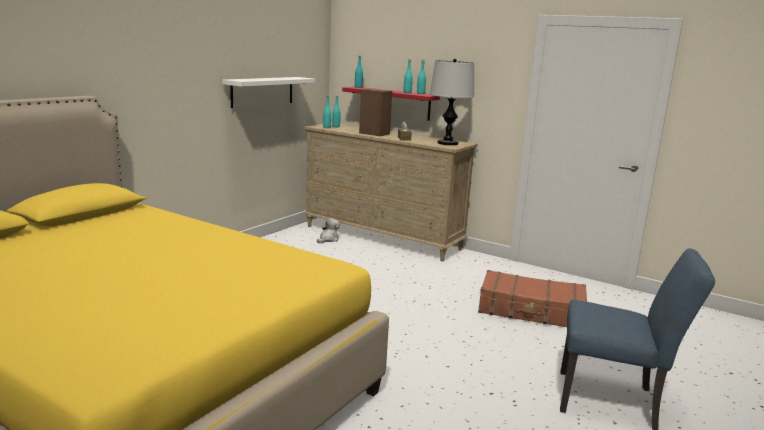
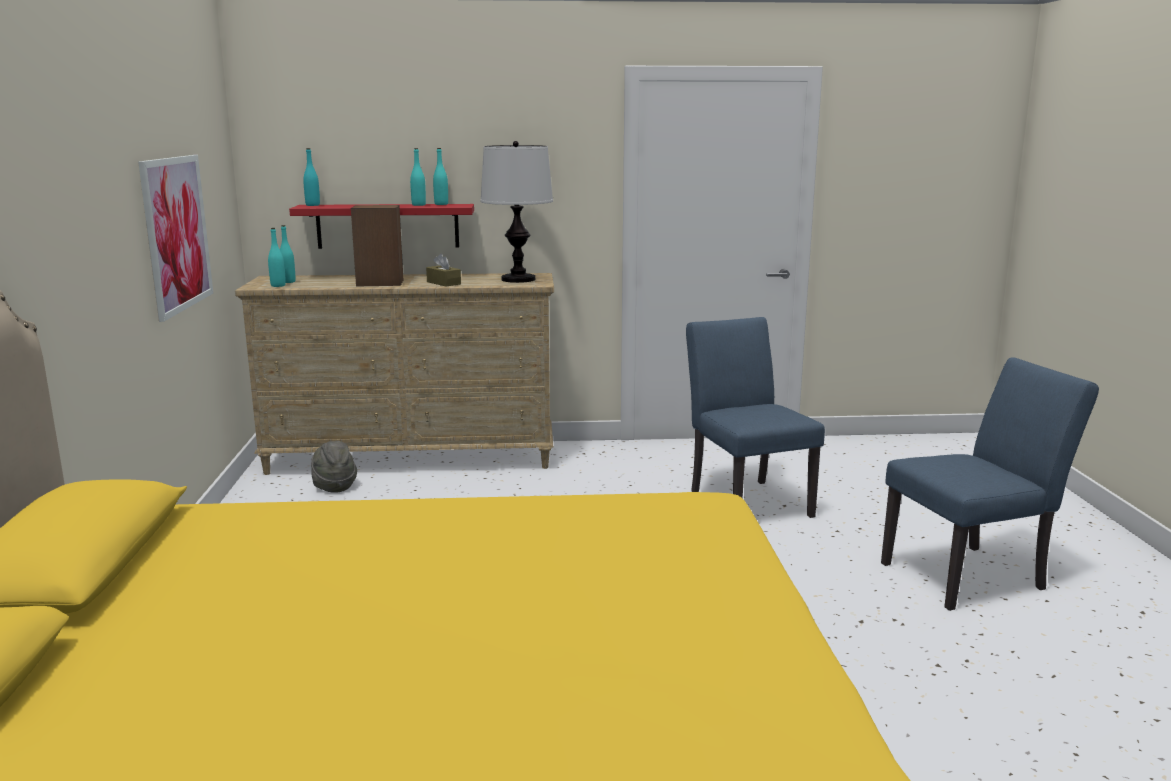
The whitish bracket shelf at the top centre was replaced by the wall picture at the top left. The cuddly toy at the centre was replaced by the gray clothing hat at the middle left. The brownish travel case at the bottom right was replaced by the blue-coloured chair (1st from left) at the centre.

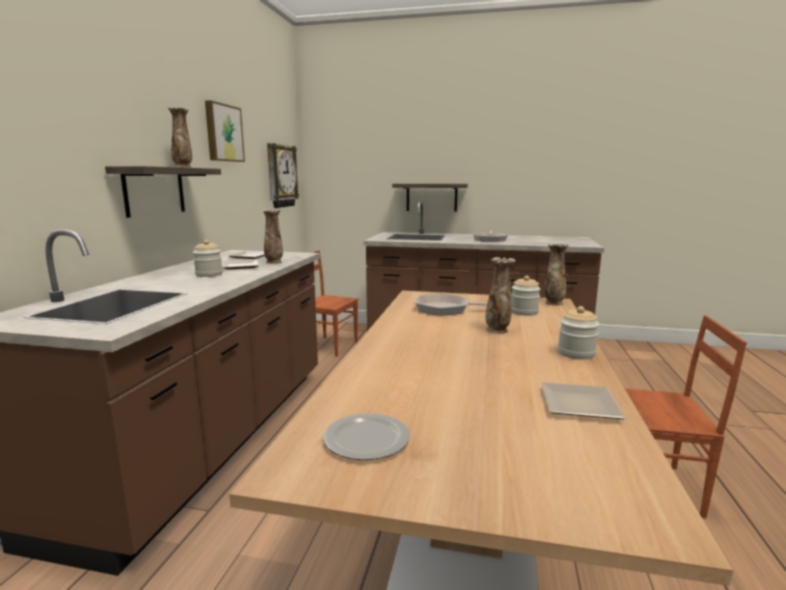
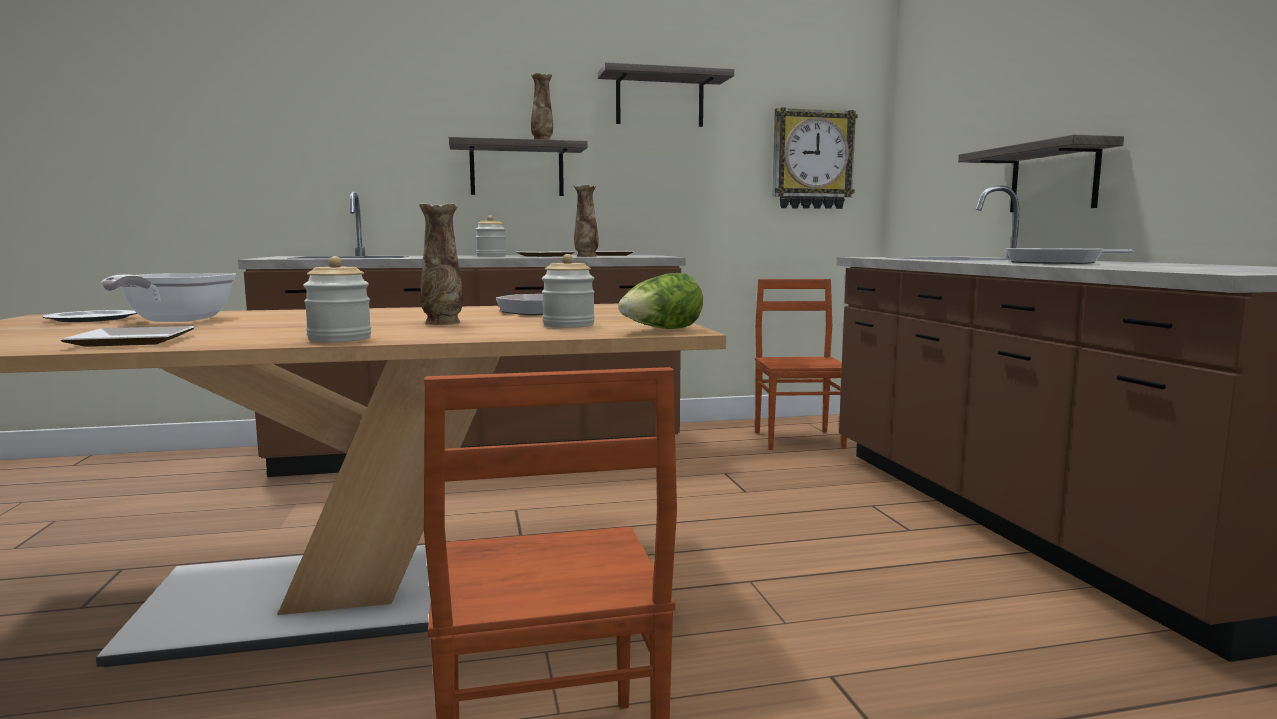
The wall picture at the top left was replaced by the bracket shelf (2nd from left) at the top centre. The flower vase (4th from left) at the middle right was replaced by the lettuce head at the centre. The skillet (1st from left) at the middle left appeared.

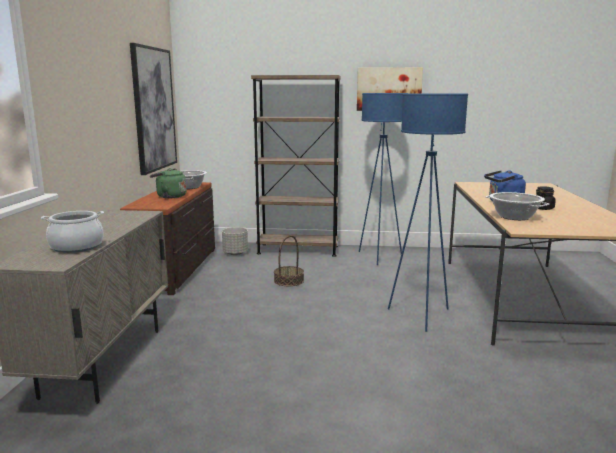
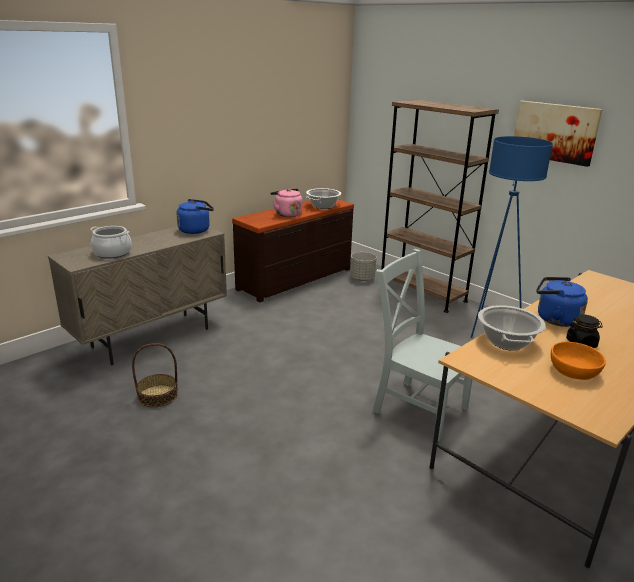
The wall picture (1st from left) at the top left disappeared. The blue-coloured standard lamp (2nd from left) at the middle right was replaced by the gray chair at the centre. The green kettle at the middle left became the pink-coloured kettle at the centre. The basket moved from the centre to the middle left. The blue-coloured kettle (1st from left) at the middle left appeared. The orangey serving bowl at the middle right appeared.

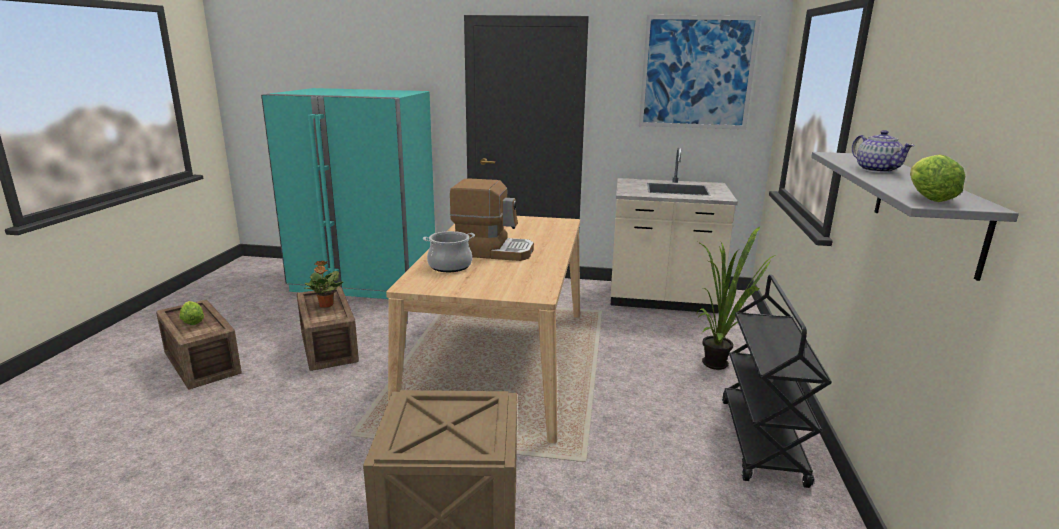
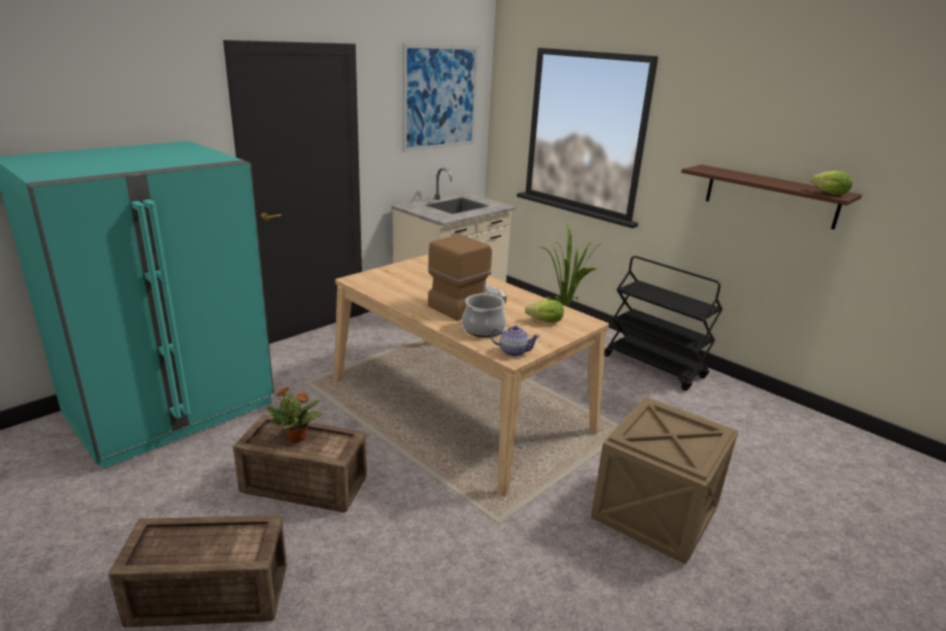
The pot for tea moved from the top right to the centre. The gray bracket shelf at the middle right became the brownish bracket shelf at the top right. The lettuce head (1st from left) moved from the middle left to the centre.

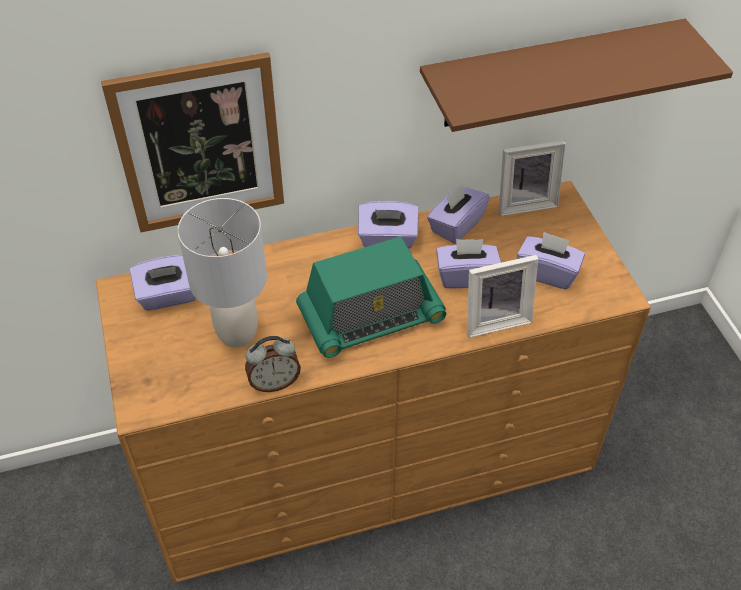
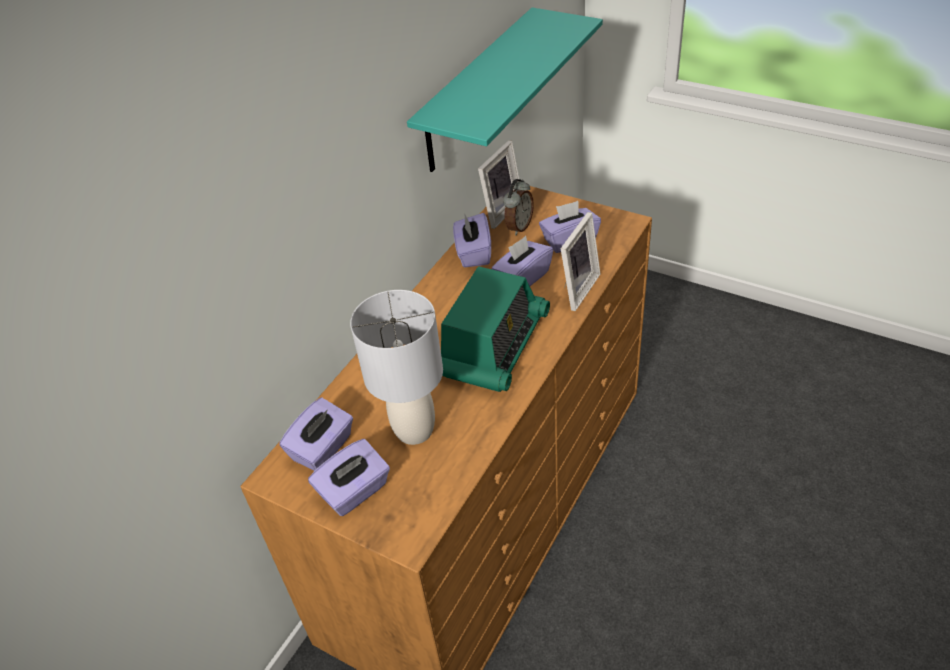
The brownish bracket shelf at the top right became the turquoise-coloured bracket shelf at the top centre. The wall picture at the top left disappeared. The purple-coloured box of tissues (2nd from left) moved from the centre to the bottom centre. The bedside clock moved from the centre to the top centre.

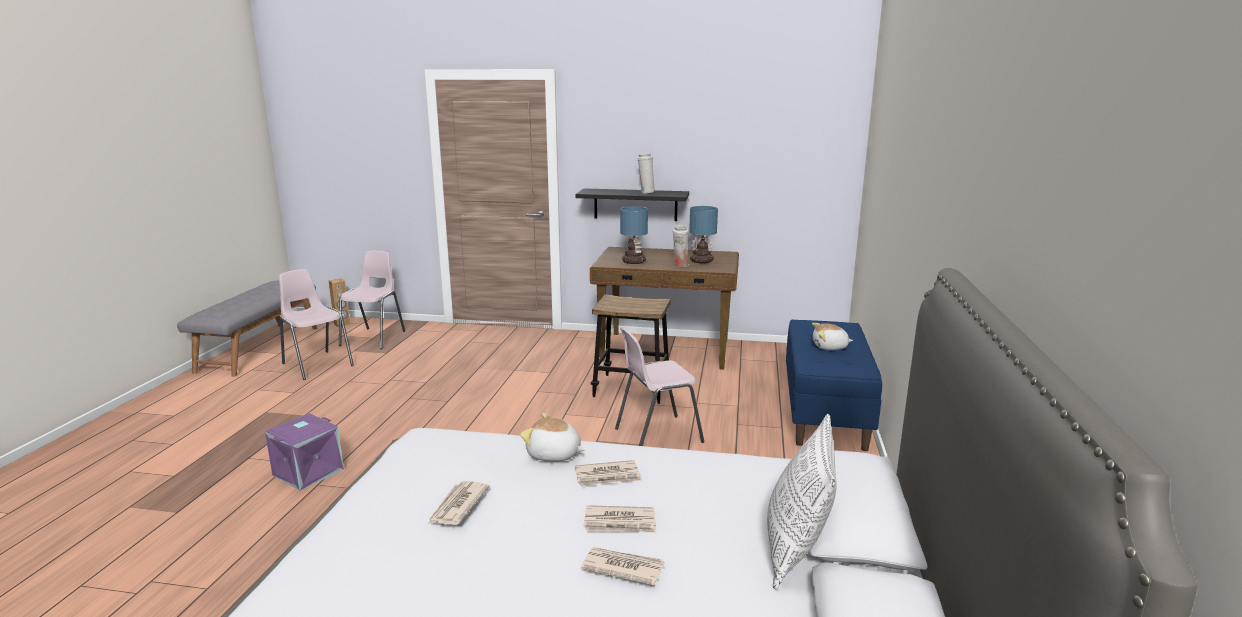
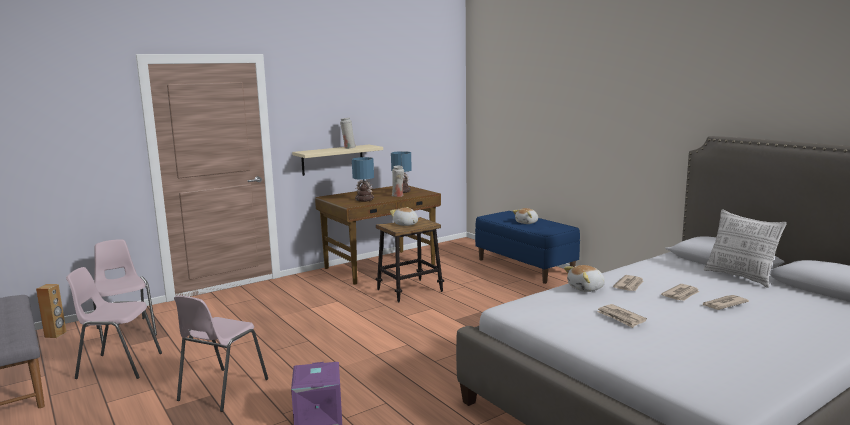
The black bracket shelf at the top centre became the beige bracket shelf at the centre. The pink-coloured chair (3rd from left) moved from the centre to the bottom left. The cuddly toy (1st from left) at the centre appeared.

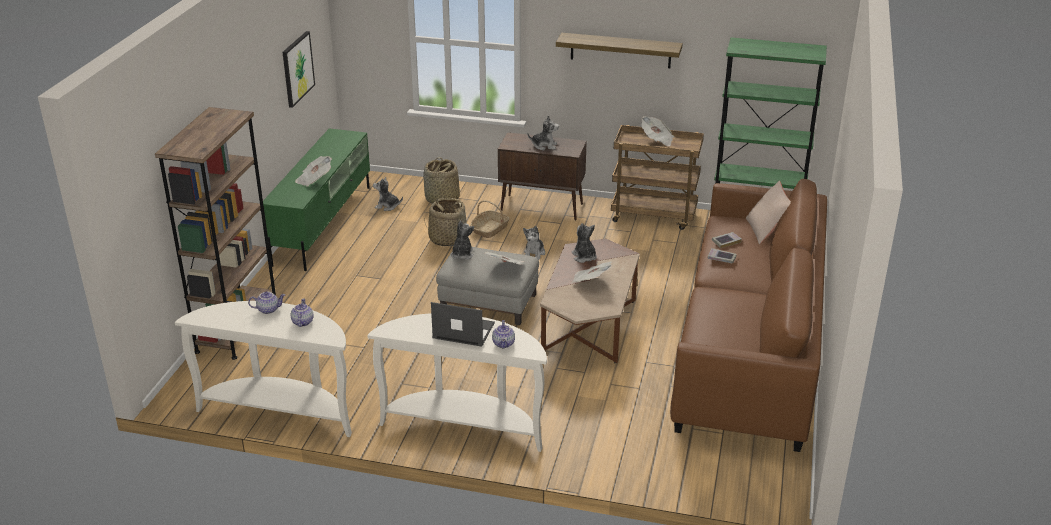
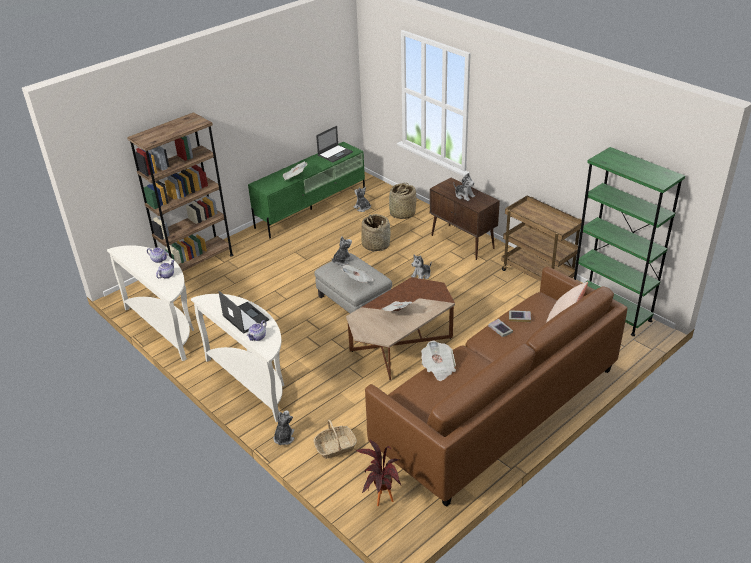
The wall picture at the top left disappeared. The bracket shelf at the top centre disappeared. The daily paper (4th from left) moved from the top centre to the centre. The basket (3rd from left in the first image) moved from the centre to the bottom centre. The cuddly toy (5th from left in the first image) moved from the centre to the bottom centre. The laptop (2nd from left) at the top centre appeared. The houseplant at the bottom centre appeared.

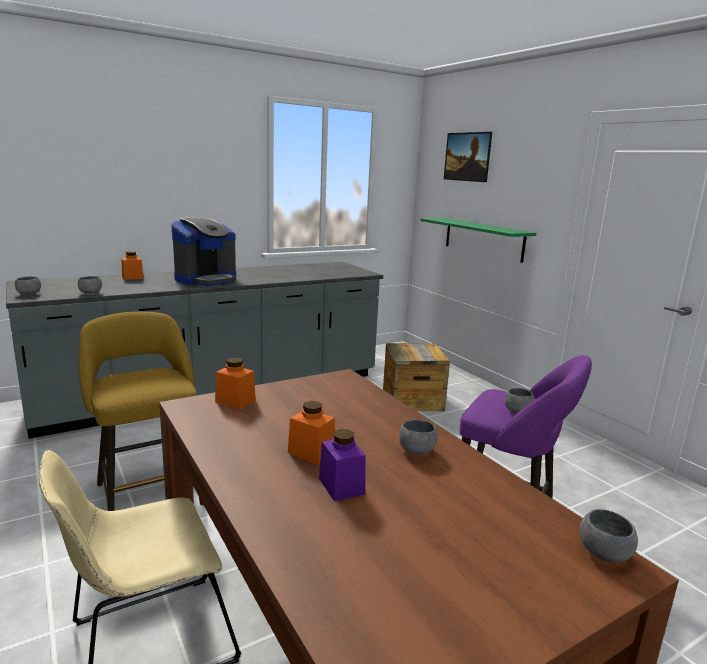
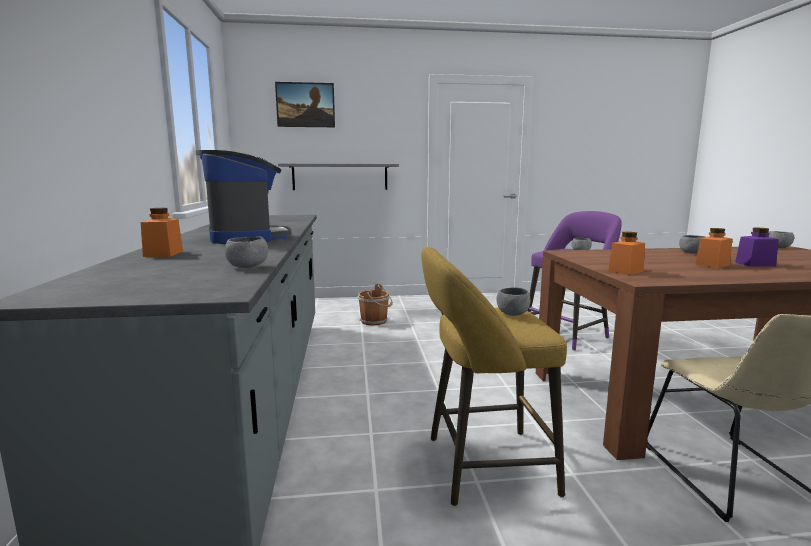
The green bracket shelf at the middle right became the gray bracket shelf at the top centre. The gray serving bowl (1st from left in the first image) moved from the middle left to the centre. The shipping crate at the centre was replaced by the brownish pail at the centre.

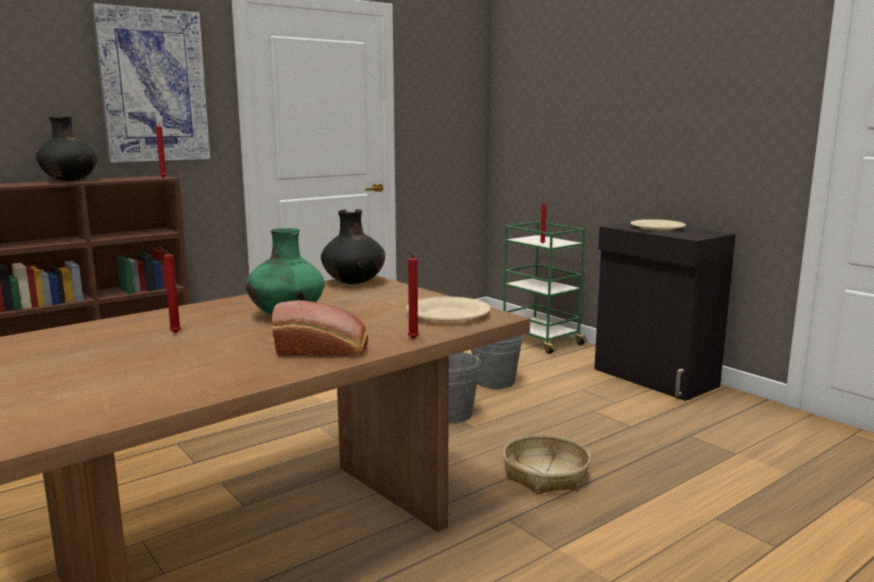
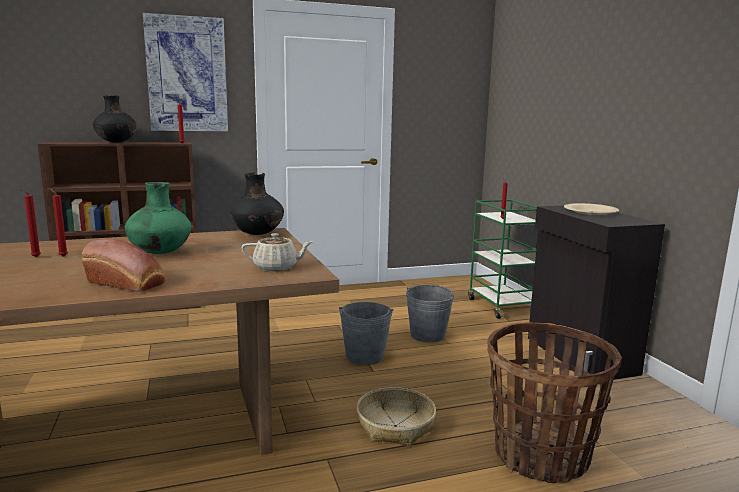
The red-coloured wax candle (3rd from left in the first image) moved from the centre to the middle left. The beige flat dish (1st from left) at the centre was replaced by the beige pot for tea at the centre. The basket (2nd from left) at the bottom right appeared.

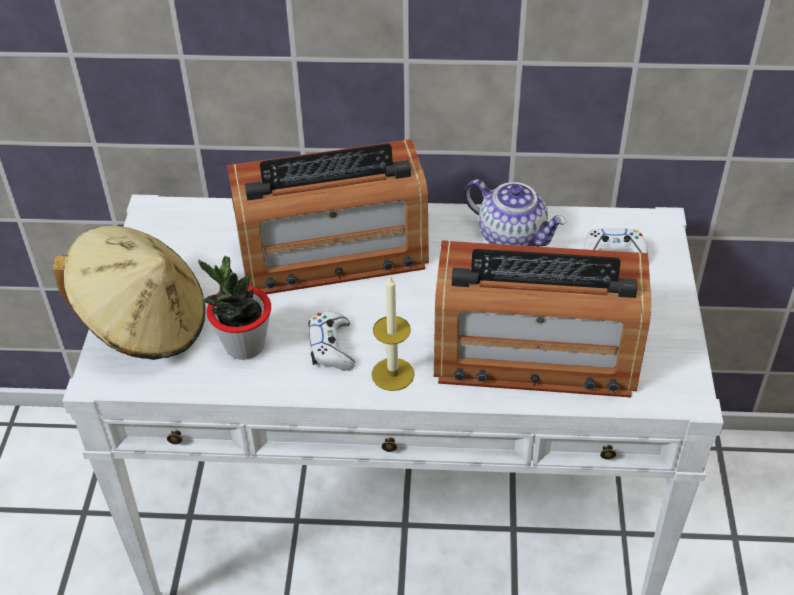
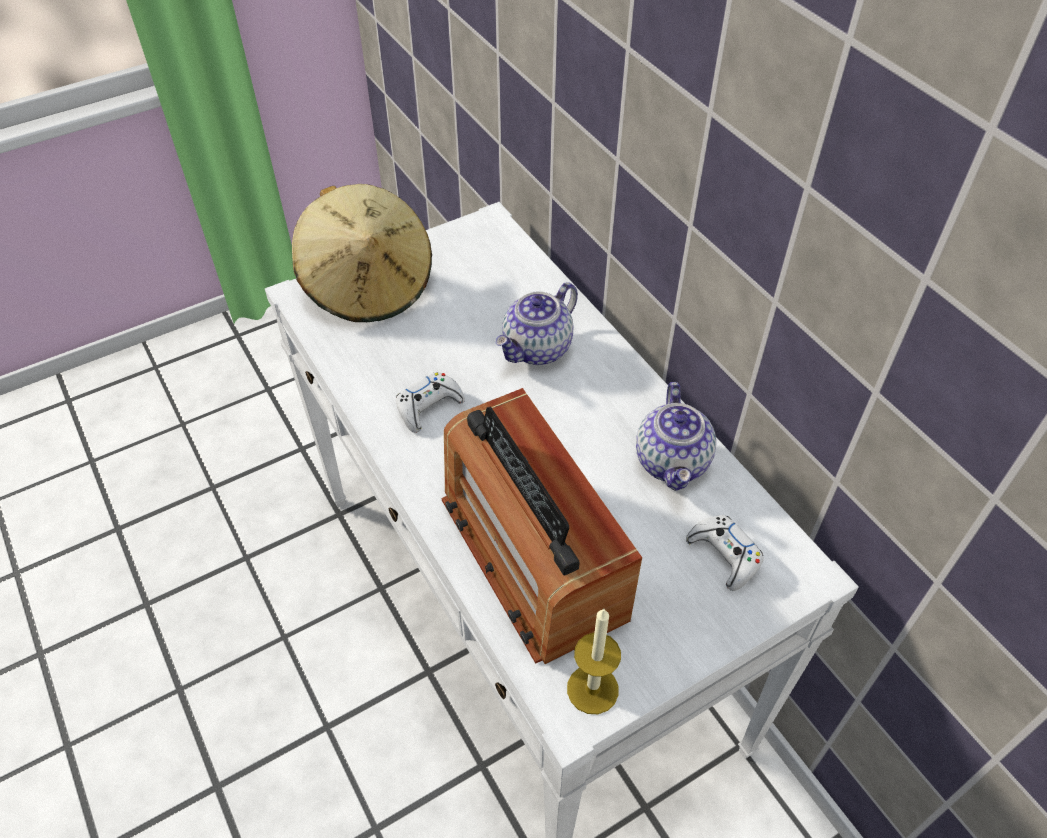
The radio receiver (1st from left) at the centre was replaced by the pot for tea (1st from left) at the centre. The houseplant at the middle left disappeared. The wax candle moved from the centre to the bottom centre.

